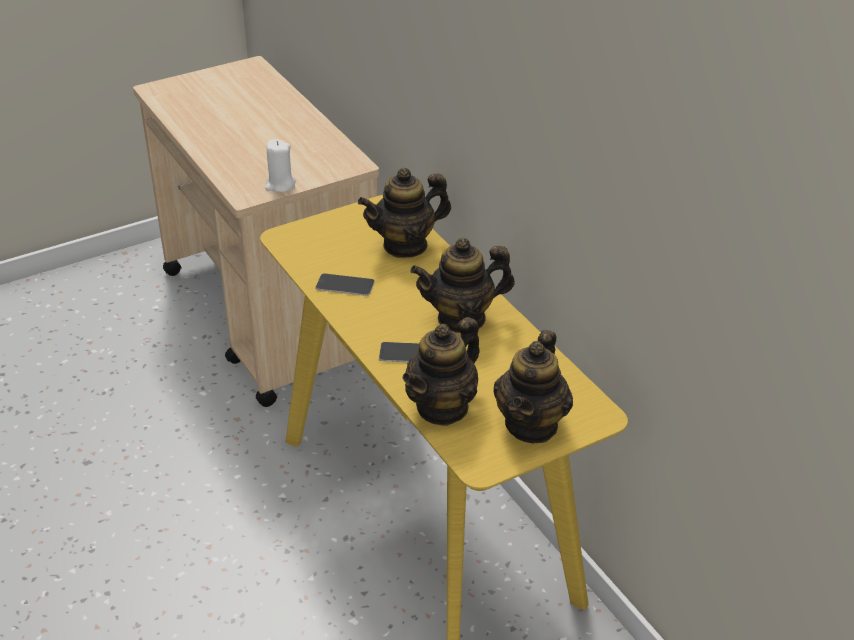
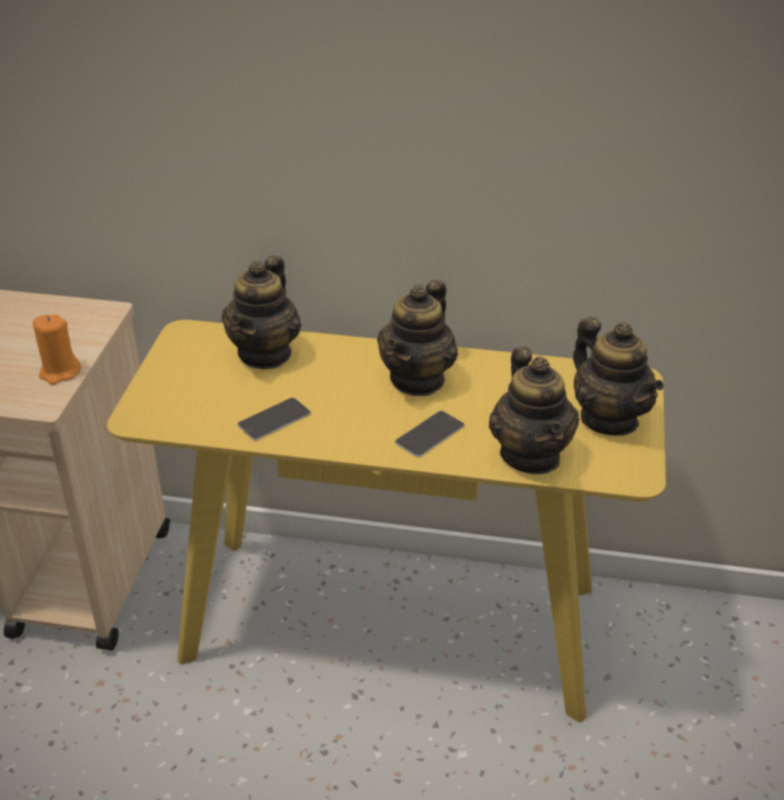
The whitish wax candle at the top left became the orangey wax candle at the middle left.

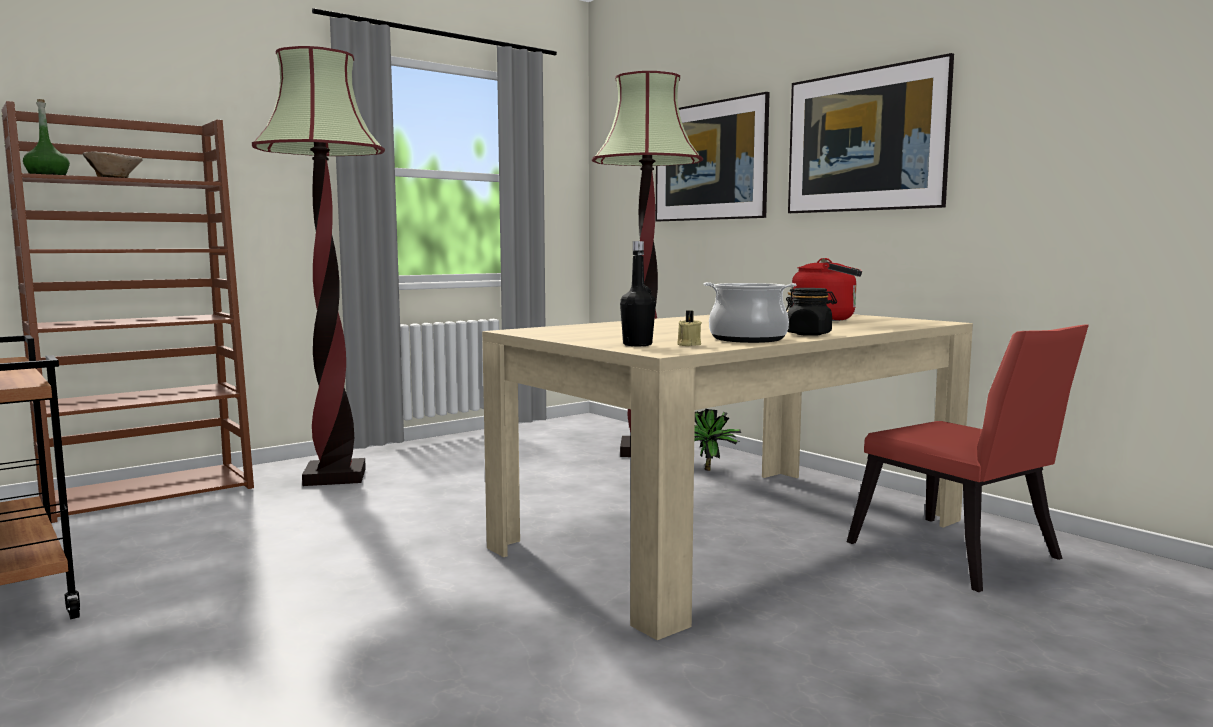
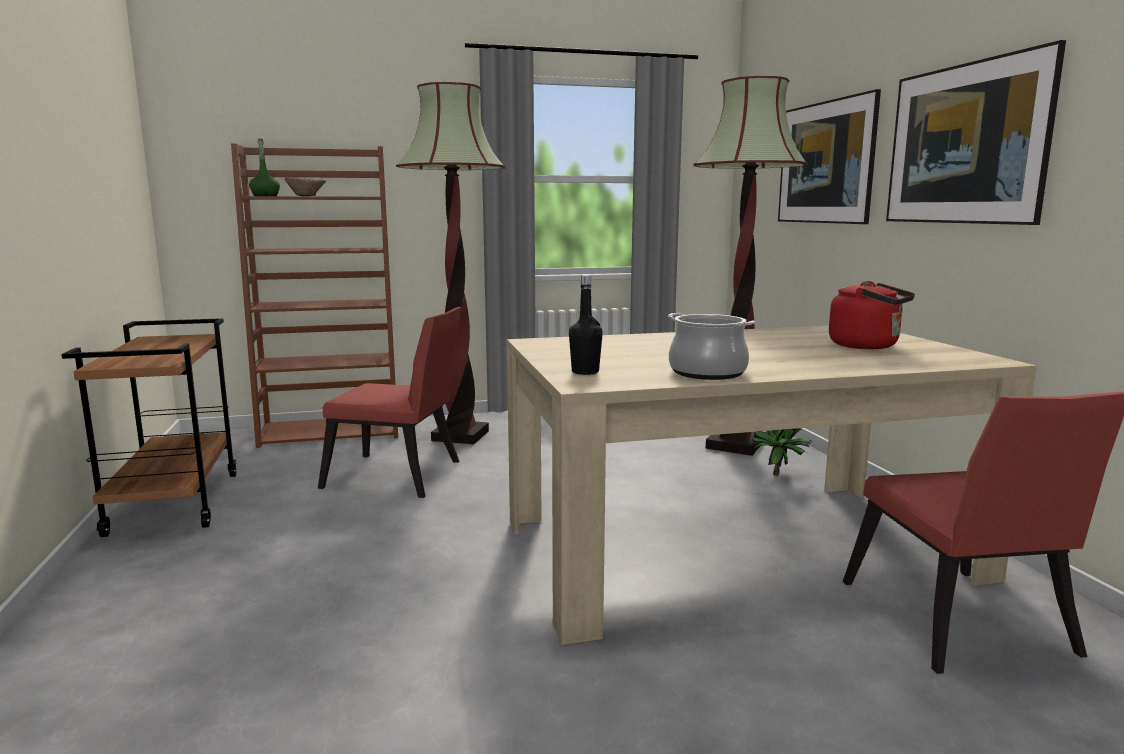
The black jar at the middle right disappeared. The beige wax candle at the centre disappeared. The red-coloured chair (1st from left) at the centre appeared.

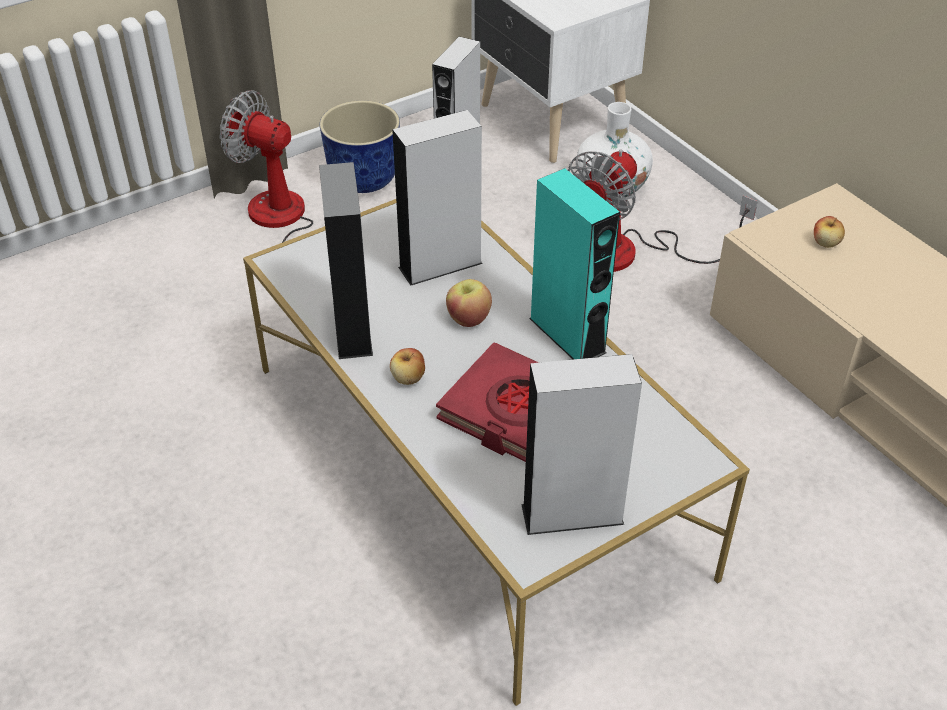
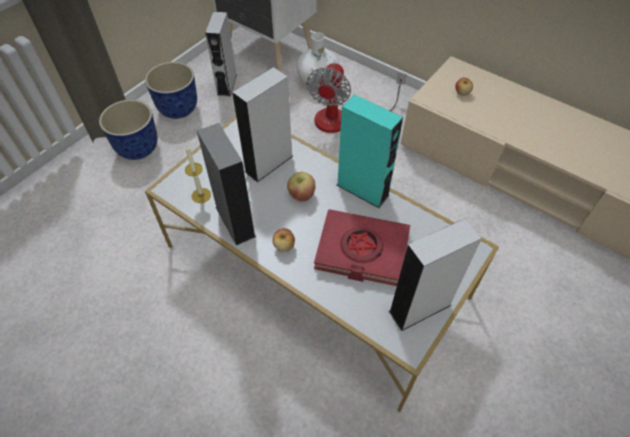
The fan (1st from left) at the top left was replaced by the planter (1st from left) at the top left. The wax candle at the middle left appeared.

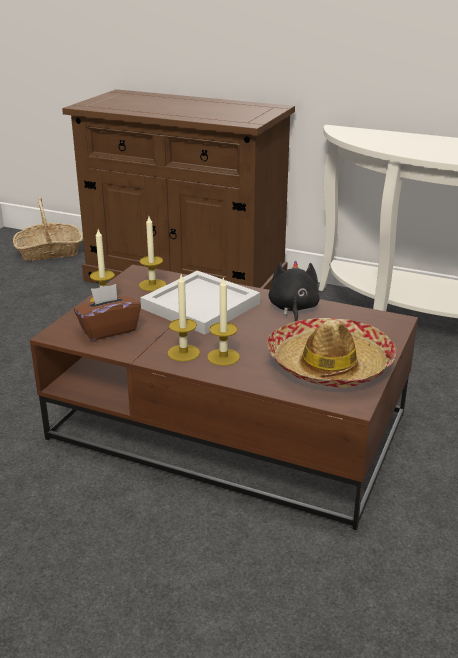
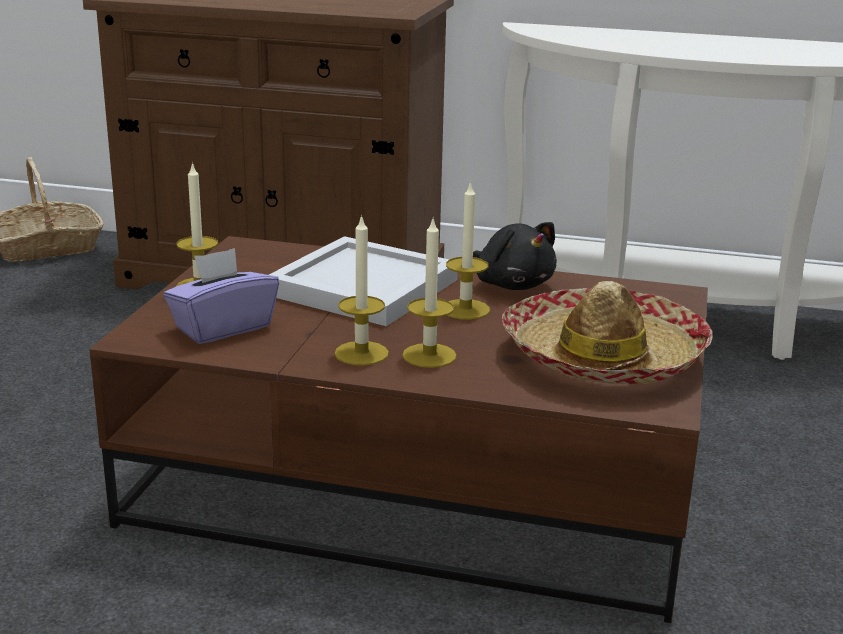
The wax candle (2nd from left in the first image) moved from the middle left to the centre. The black cuddly toy at the centre turned 150 degrees clockwise. The brownish box of tissues at the middle left became the purple-coloured box of tissues at the middle left.

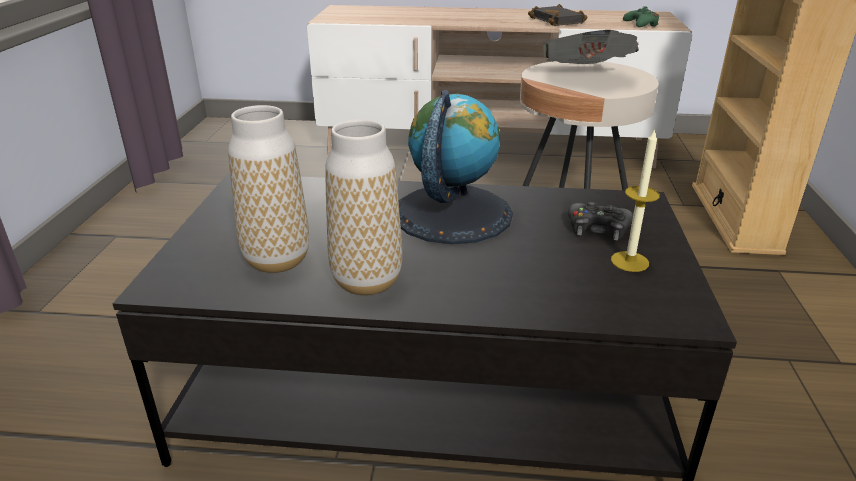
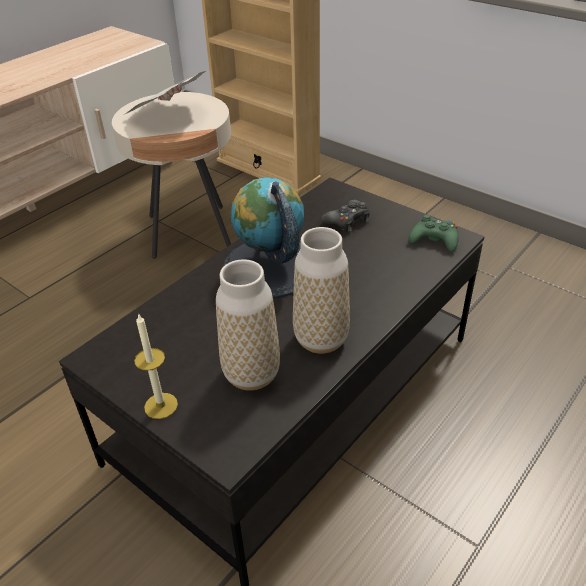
The black bound book at the top centre disappeared. The green game controller moved from the top right to the middle right. The wax candle moved from the middle right to the middle left.

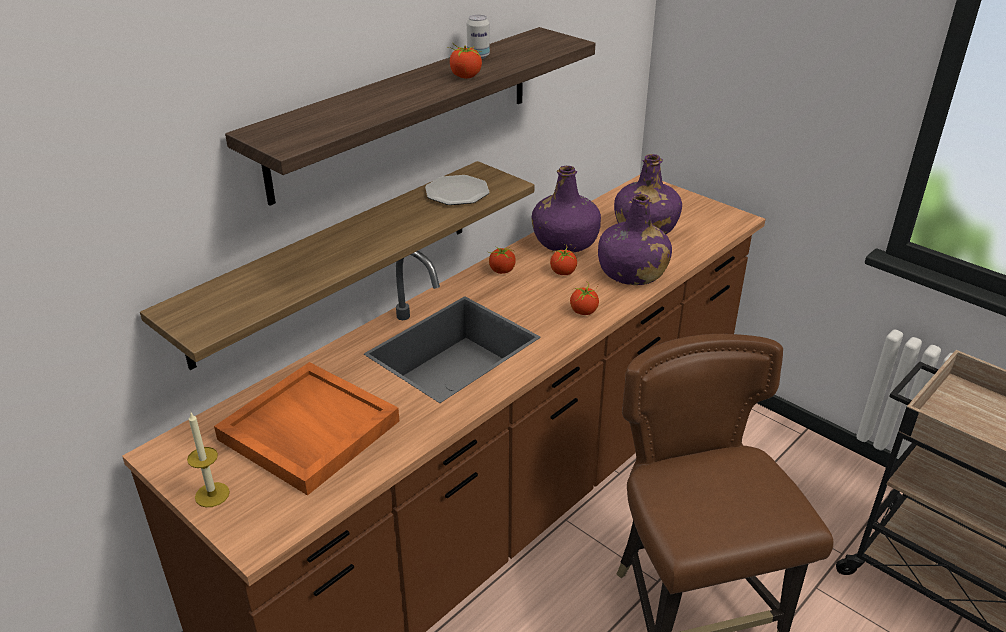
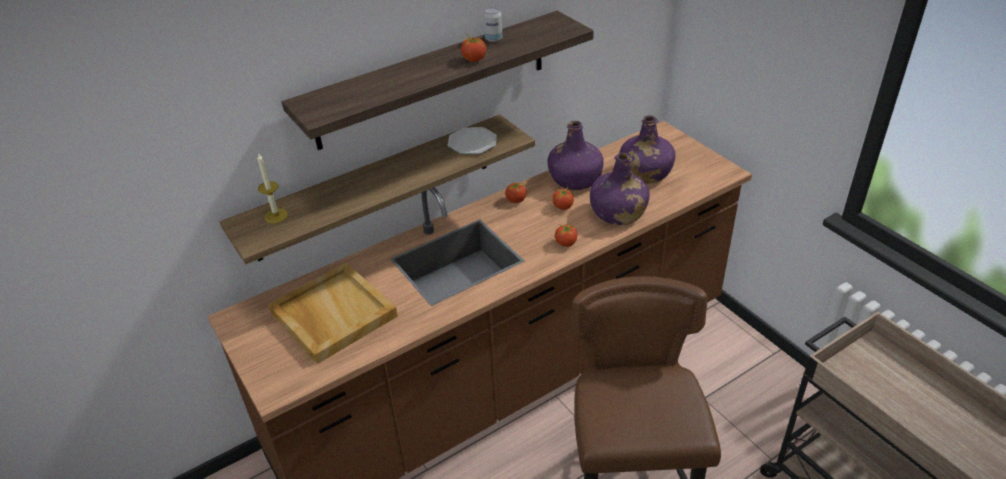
The orangey carrying tray at the bottom left became the beige carrying tray at the middle left. The wax candle moved from the bottom left to the middle left.

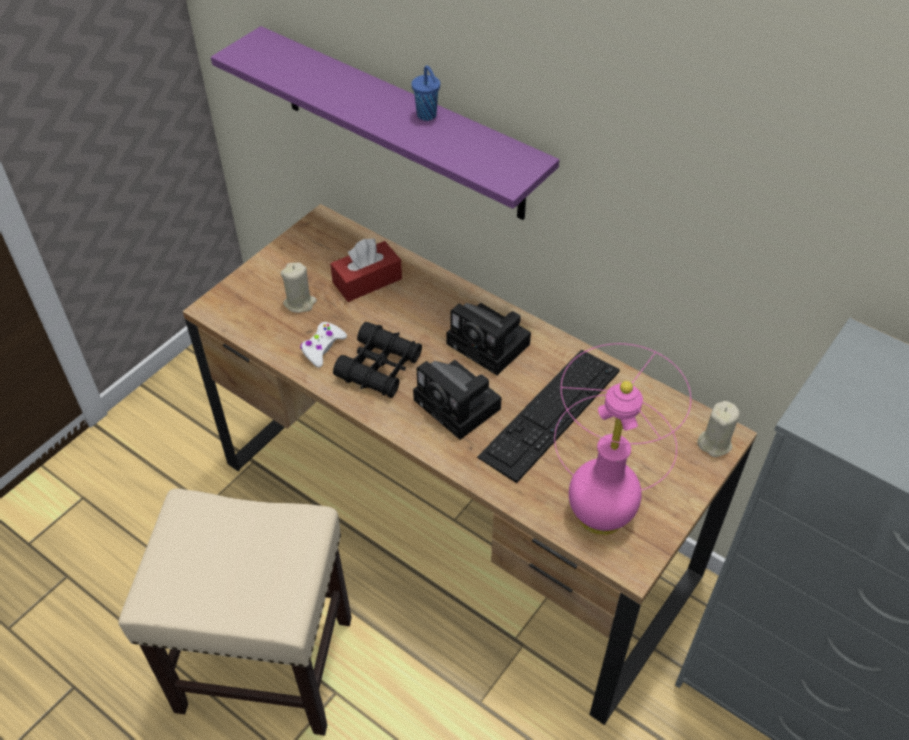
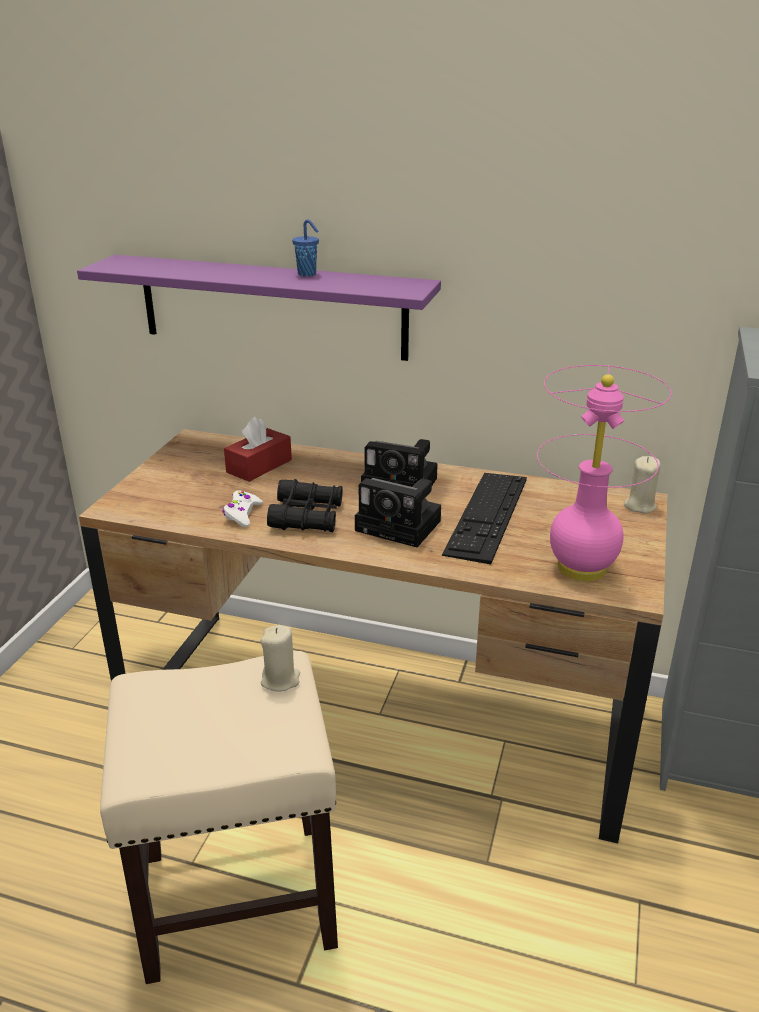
The beige wax candle (1st from left) moved from the middle left to the centre.

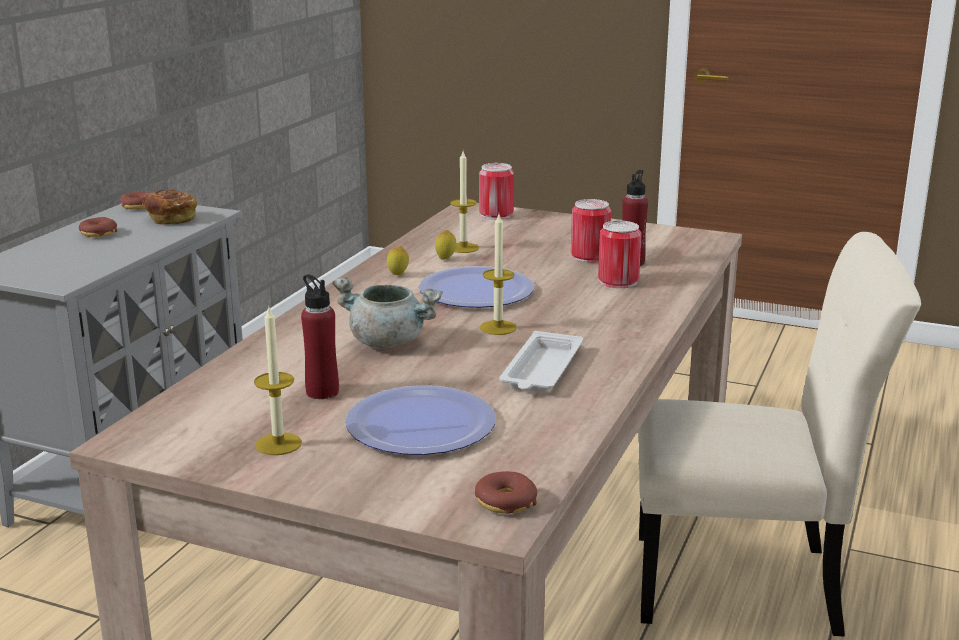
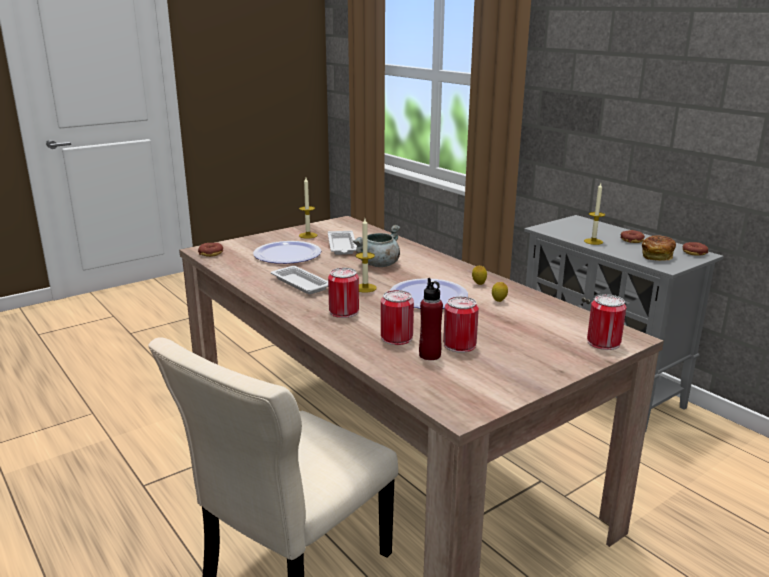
The wax candle (2nd from left in the first image) moved from the top centre to the middle right. The red-coloured beverage bottle (1st from left) at the centre was replaced by the whitish carrying tray (2nd from left) at the centre. The sealed can (1st from left) at the centre appeared.

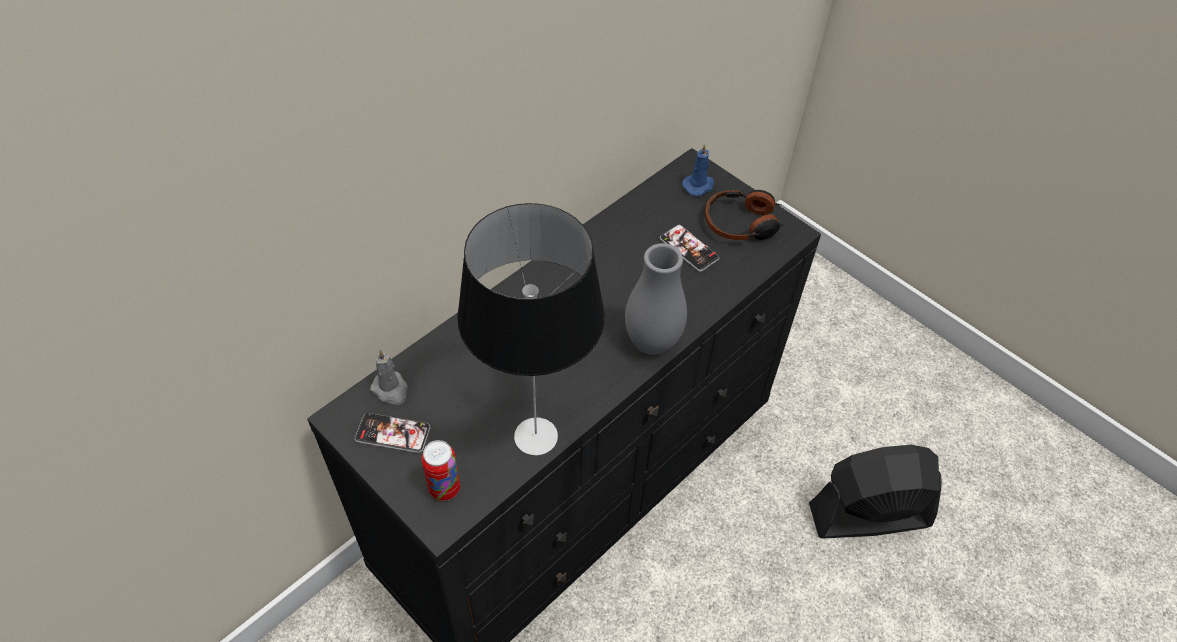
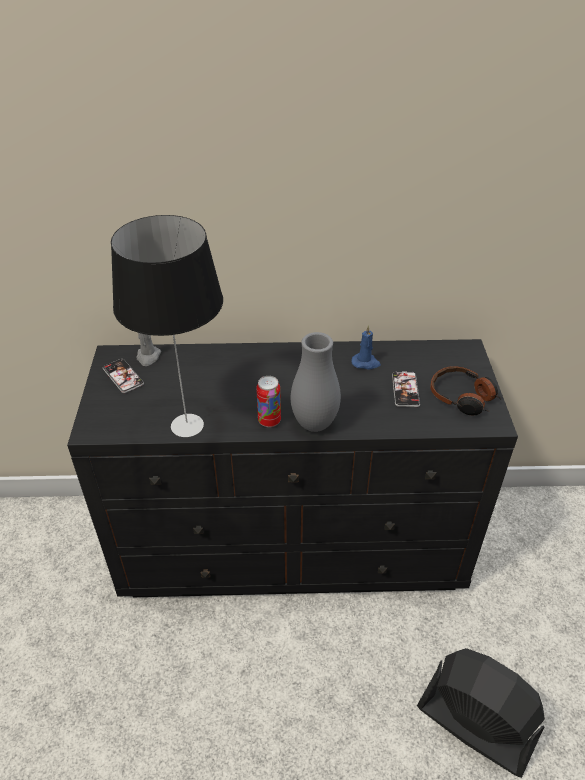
The blue-coloured wax candle moved from the top centre to the centre. The sealed can moved from the bottom centre to the centre.

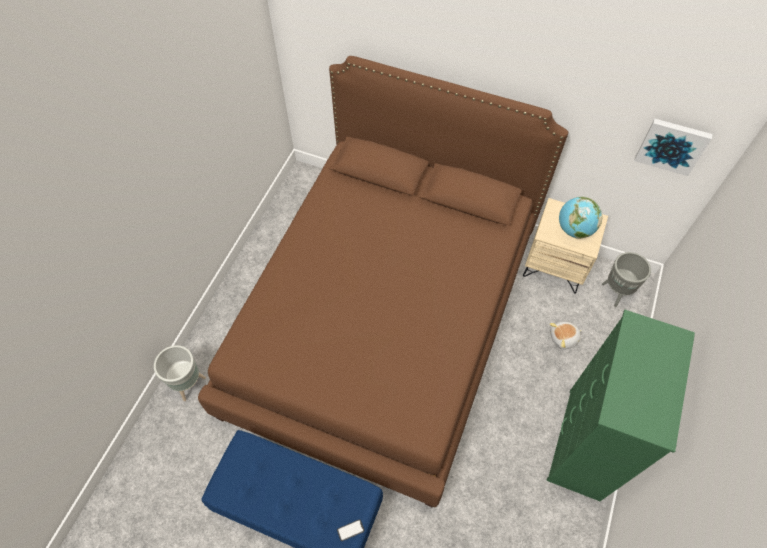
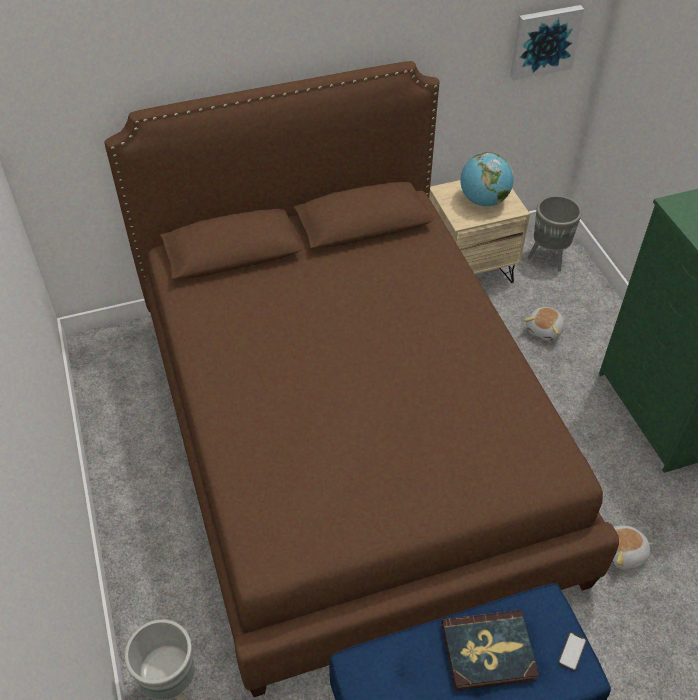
The cuddly toy (2nd from left) at the bottom right appeared. The bound book at the bottom right appeared.

